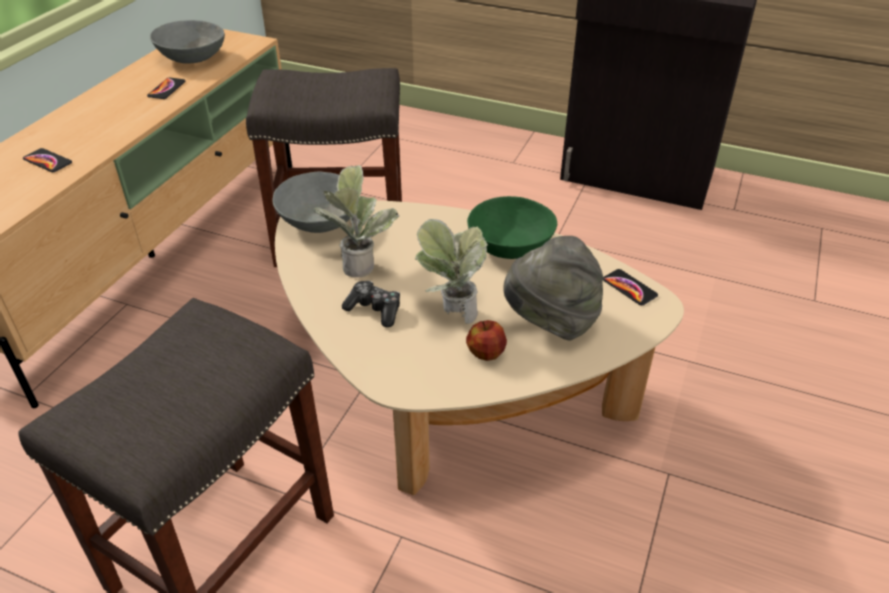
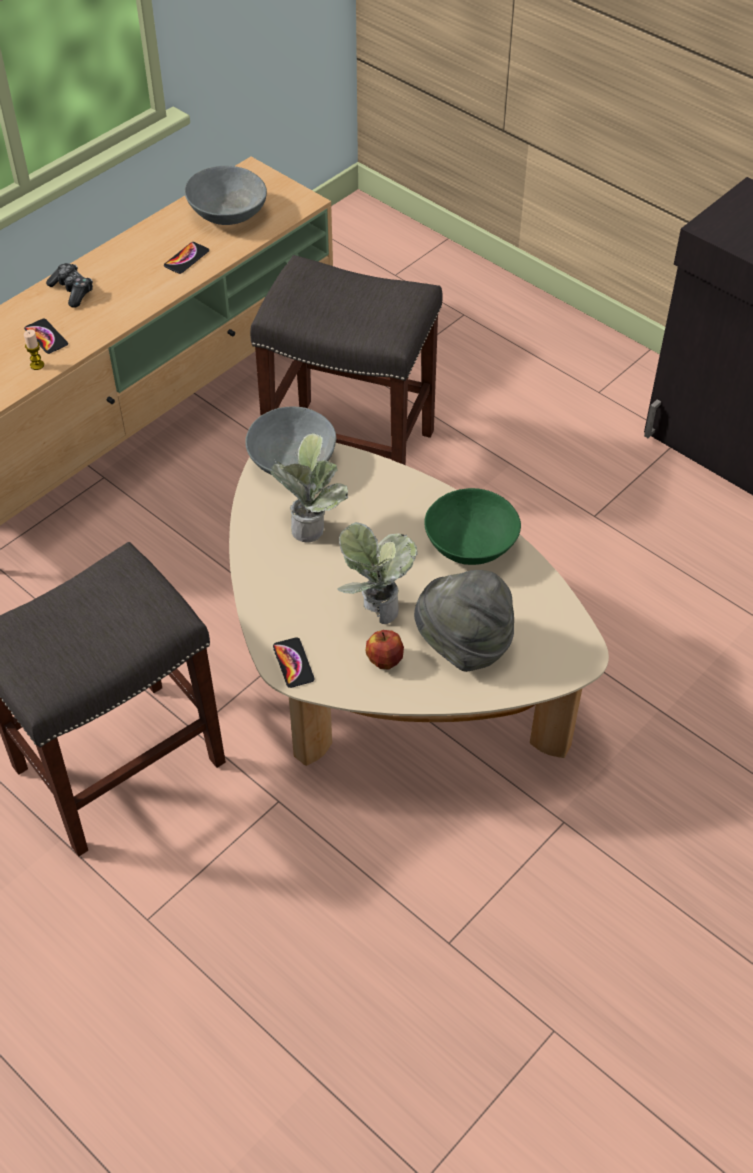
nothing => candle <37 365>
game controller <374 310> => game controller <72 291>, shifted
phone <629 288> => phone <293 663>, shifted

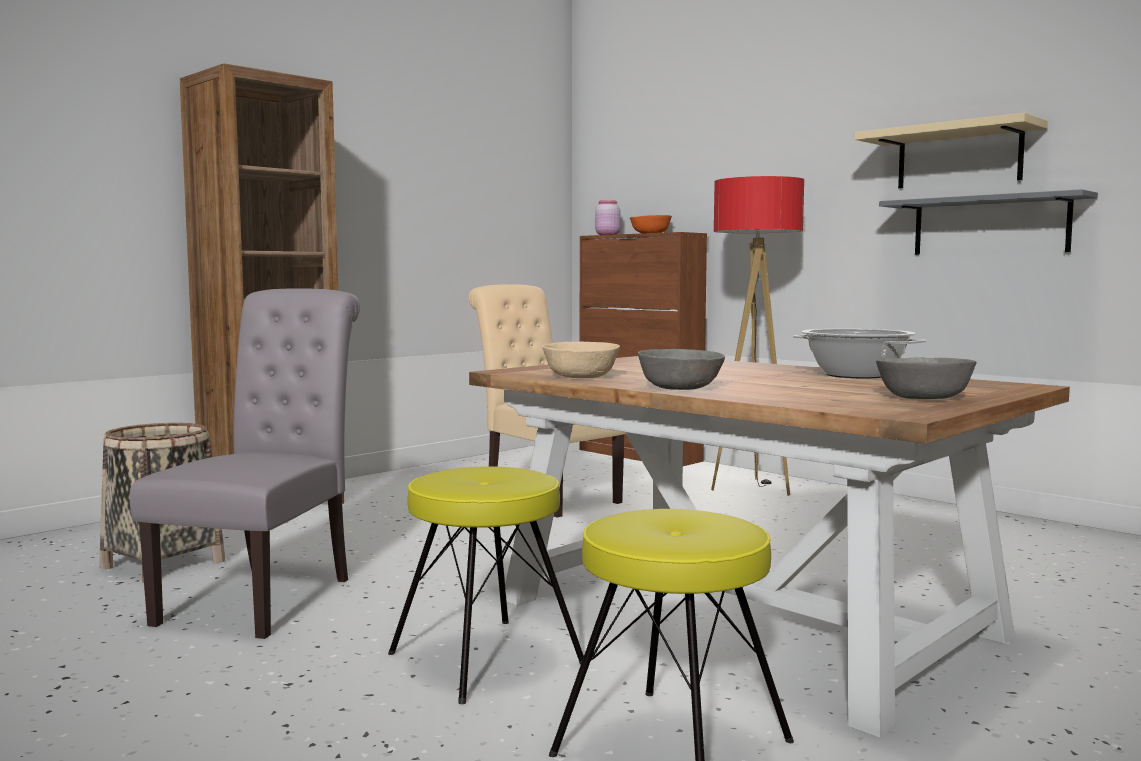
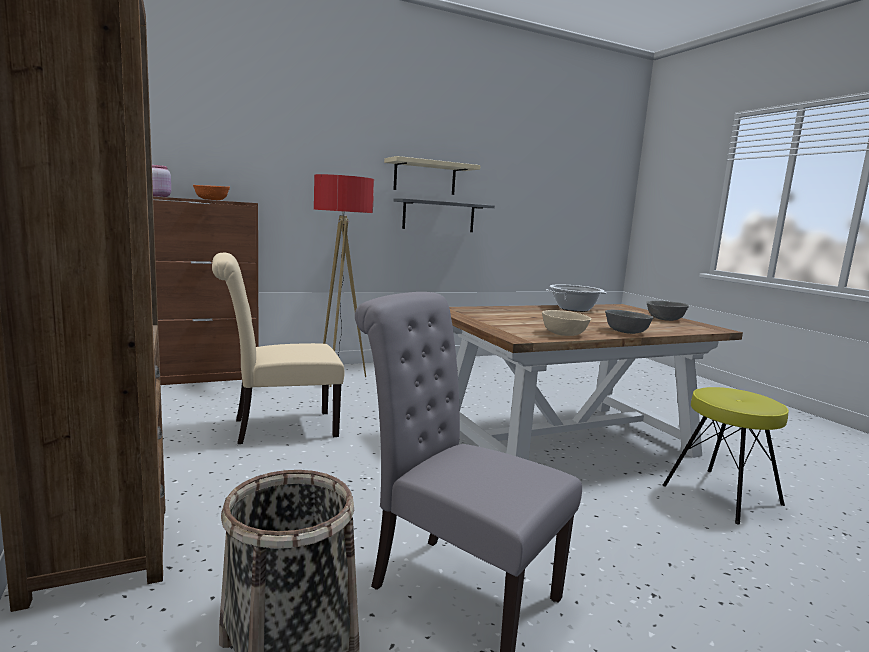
yellow stool <484 658> => nothing

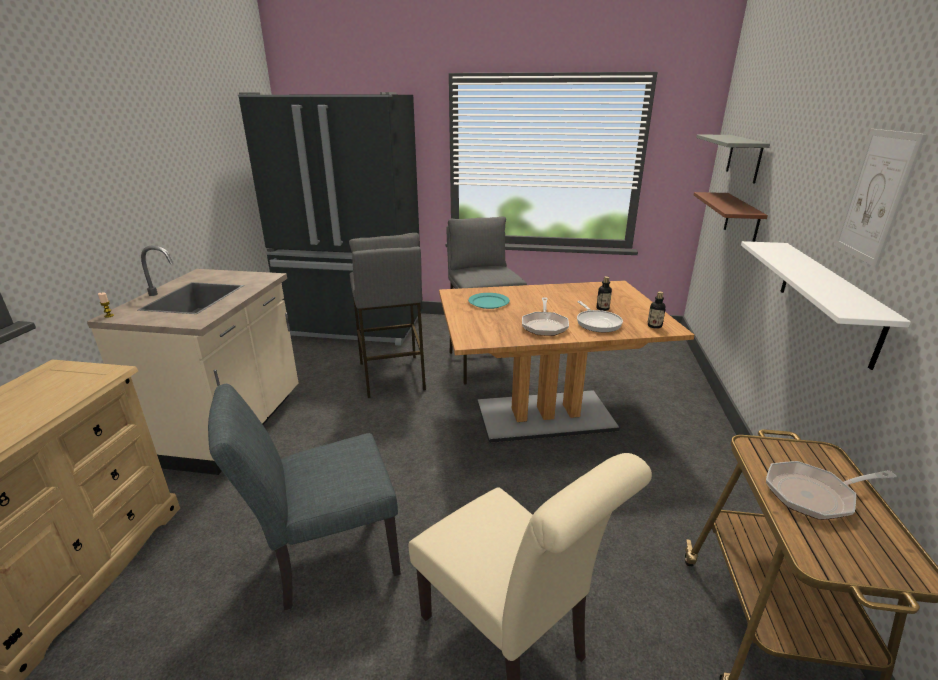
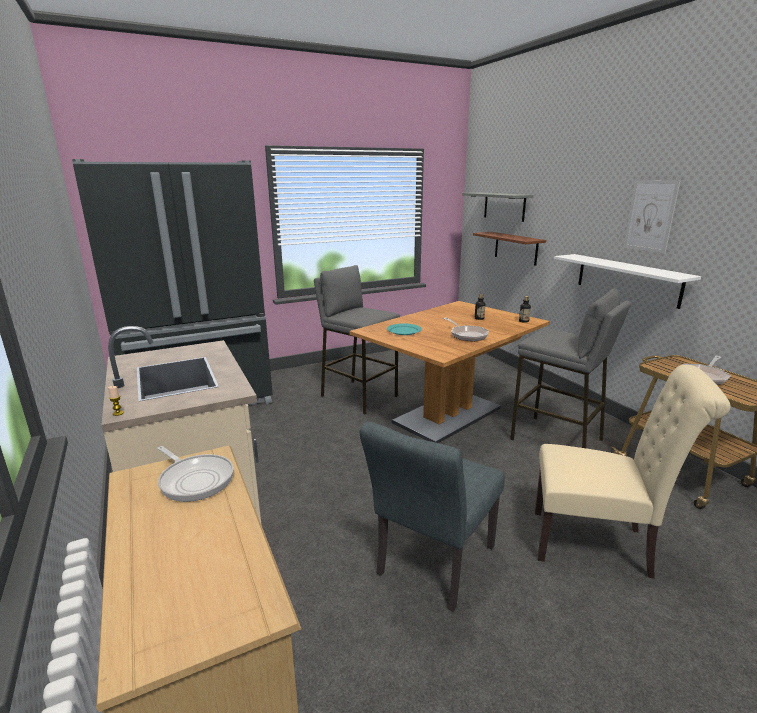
frying pan <597 323> => frying pan <195 479>, shifted
grey stool <391 376> => grey stool <557 439>, shifted

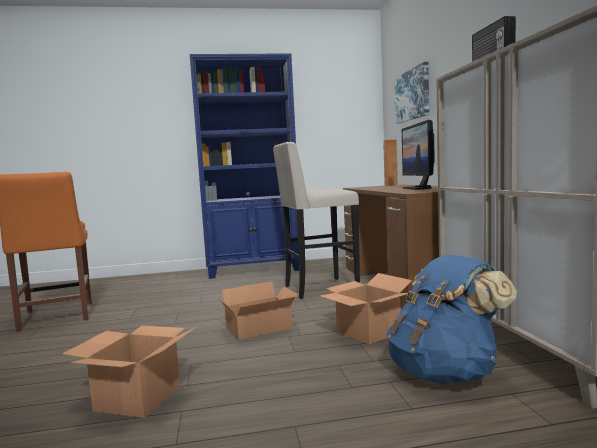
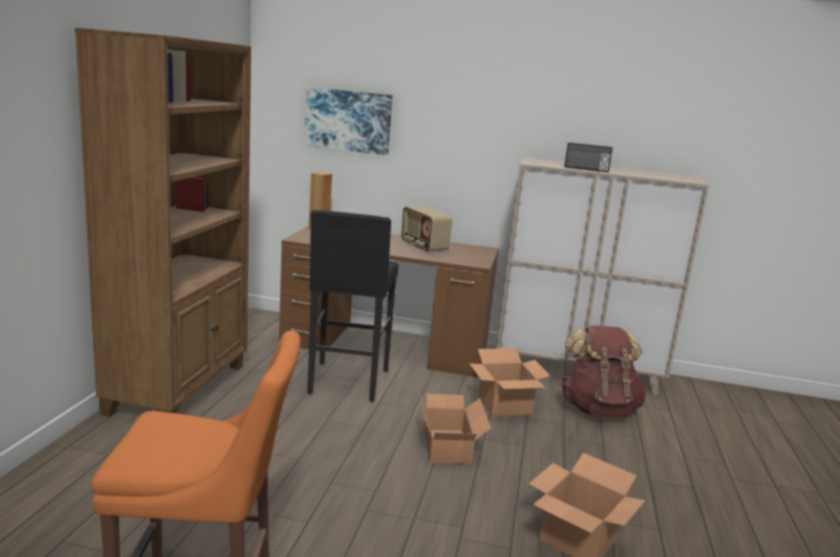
blue bookcase <254 269> => brown bookcase <180 388>
beige stool <319 289> => black stool <347 383>
monitor <419 188> => radio <423 247>
blue backpack <445 372> => brown backpack <598 409>

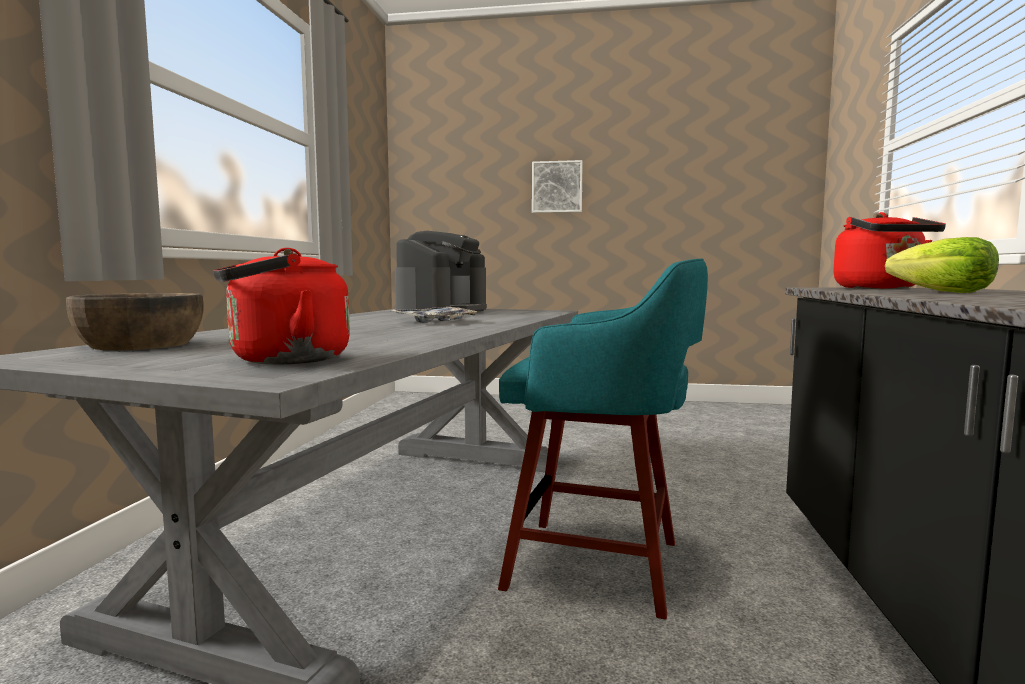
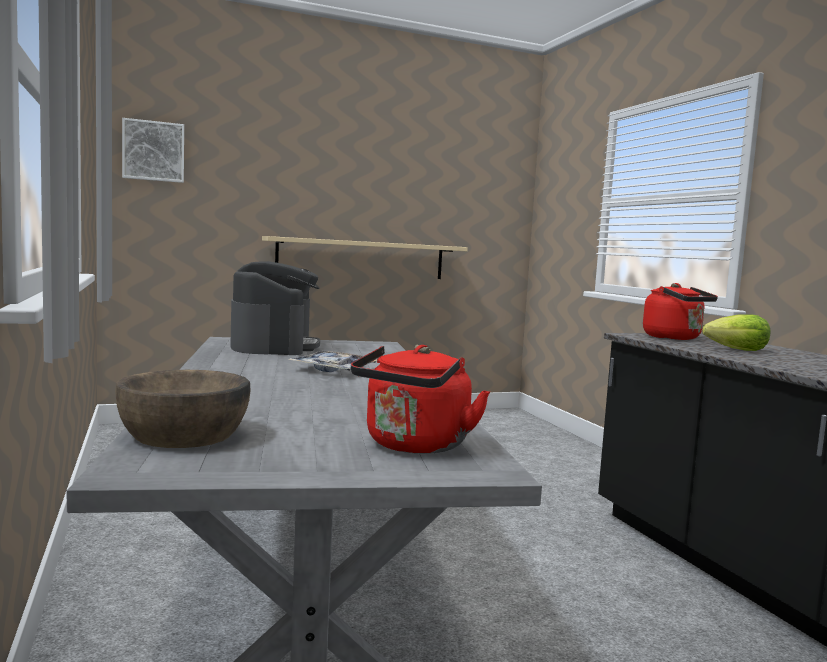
picture <557 187> => picture <153 151>, shifted
nothing => beige shelf <362 259>
turquoise stool <600 566> => nothing

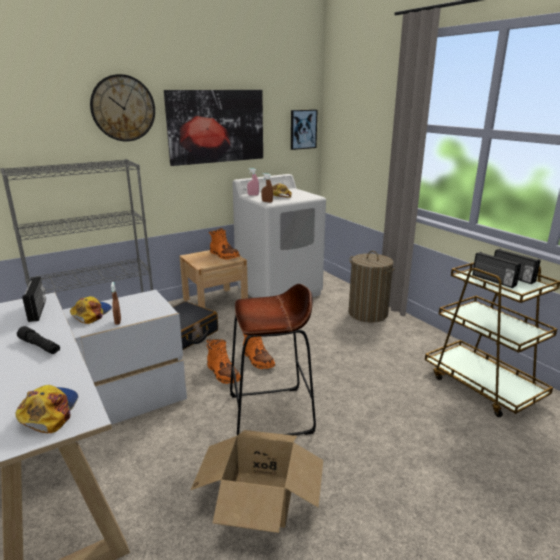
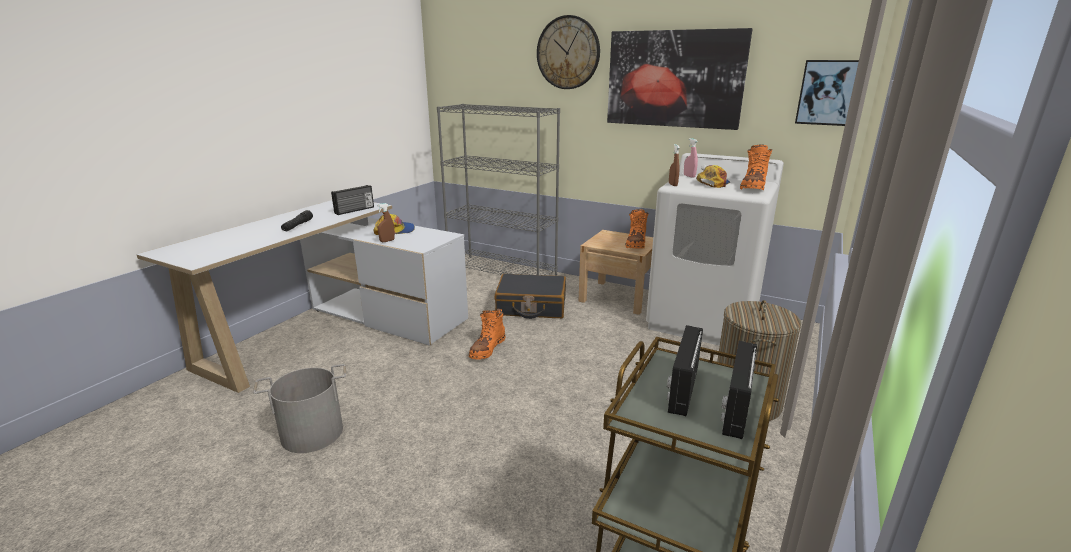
cardboard box <259 497> => grey bucket <312 432>
orange boot <257 359> => orange boot <753 187>, shifted
cap <48 412> => nothing
brown stool <271 414> => nothing

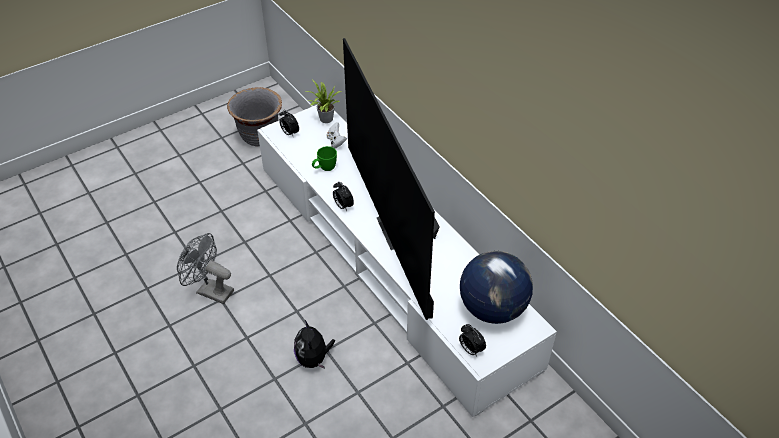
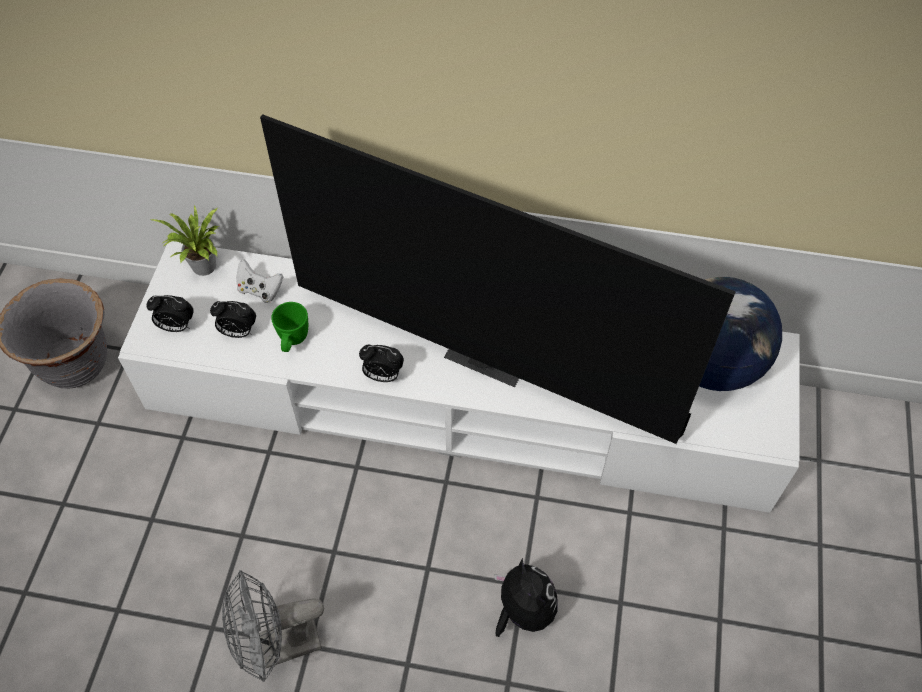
alarm clock <470 349> => alarm clock <238 332>, shifted
plush toy <313 359> => plush toy <523 611>, 150 degrees counterclockwise

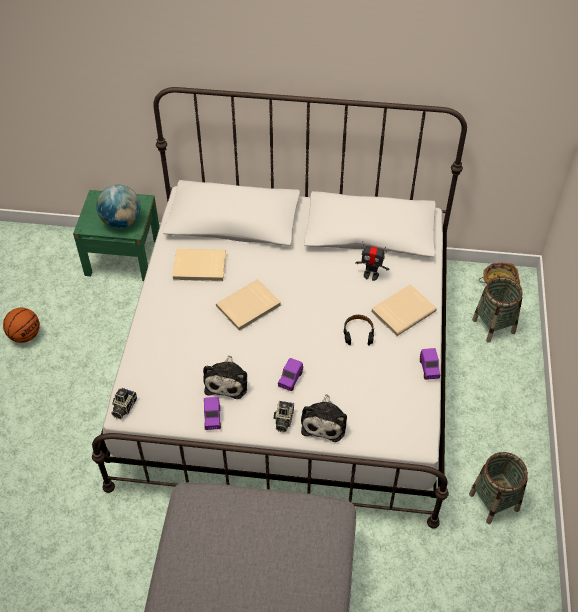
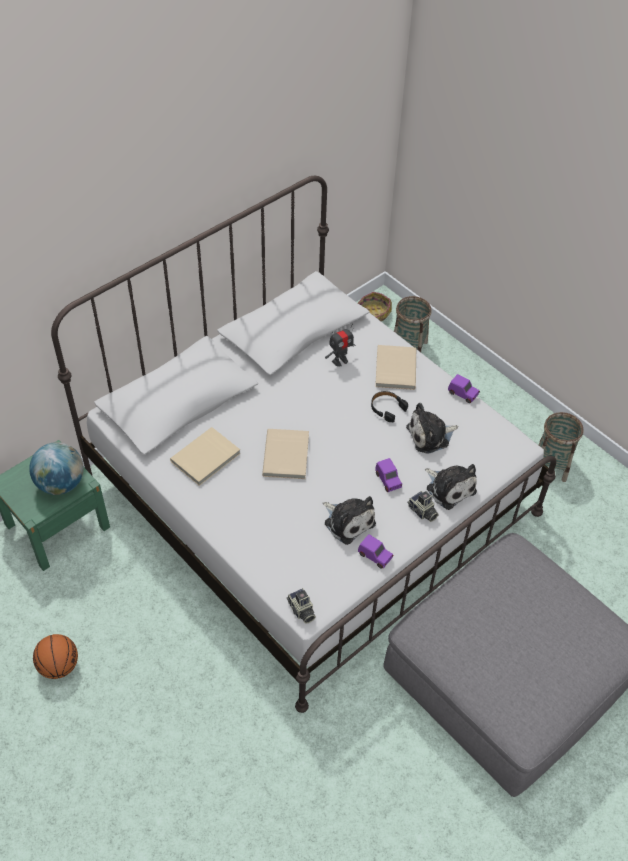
nothing => plush toy <430 436>

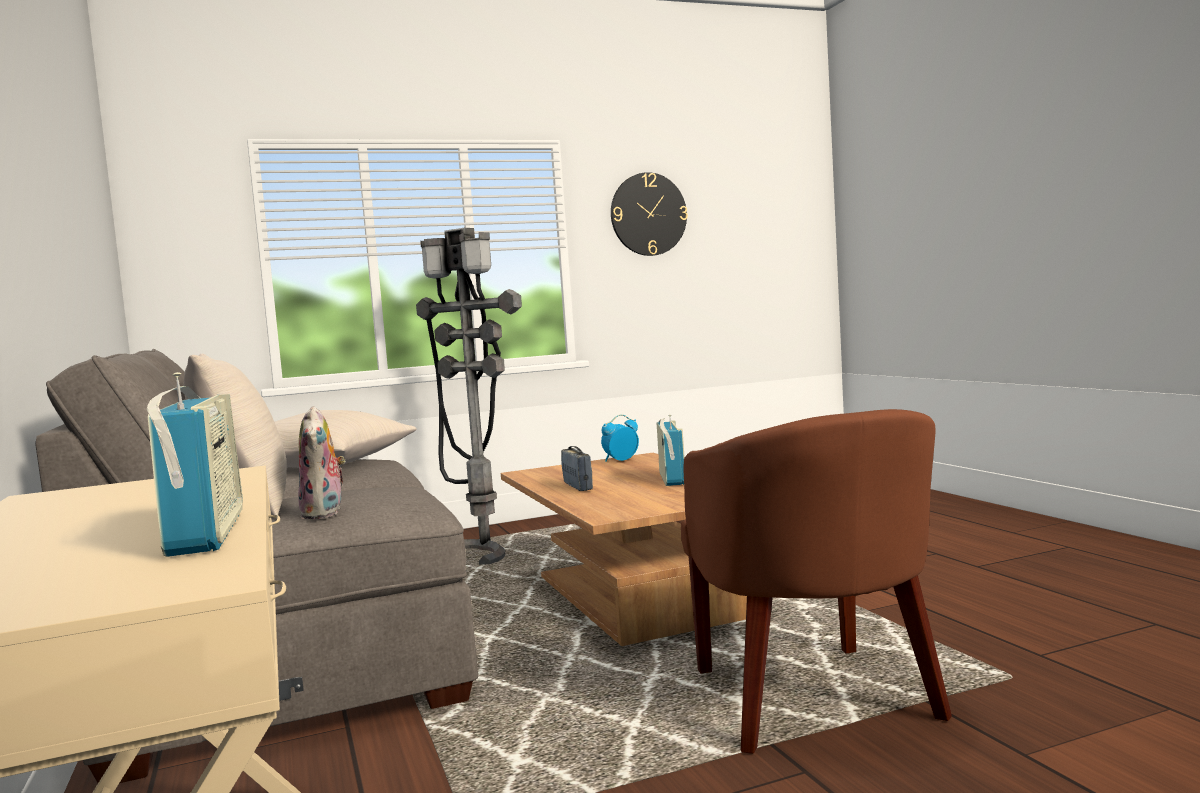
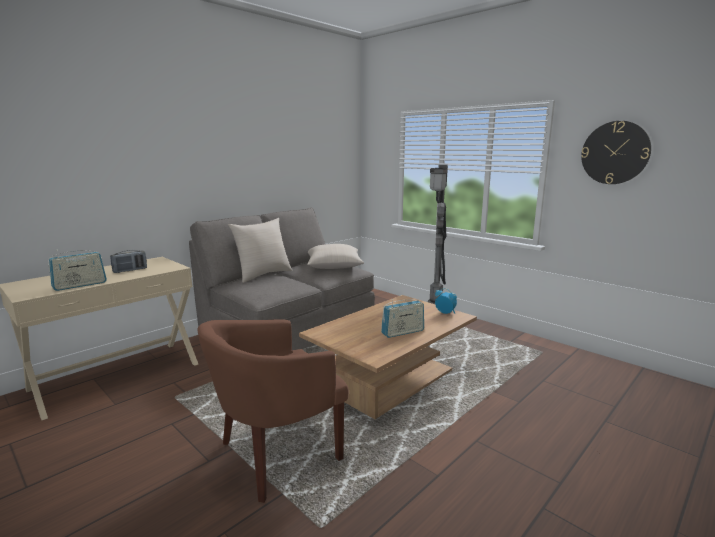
radio <578 486> => radio <130 270>, shifted
plush toy <325 513> => nothing

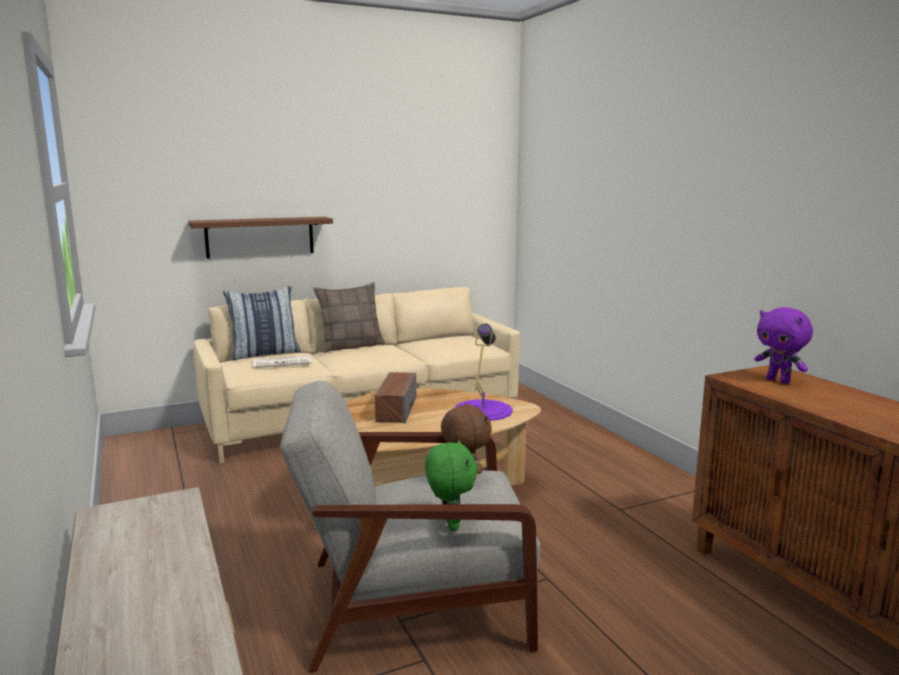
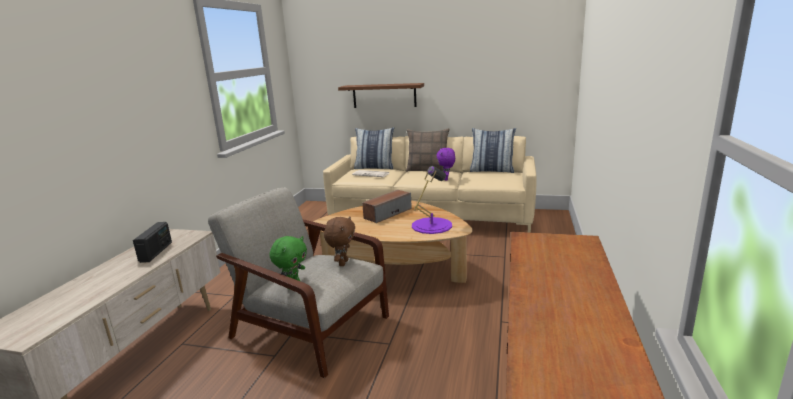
nothing => radio <156 252>
purple plush toy <779 381> => purple plush toy <446 179>, shifted
nothing => pillow <492 170>

